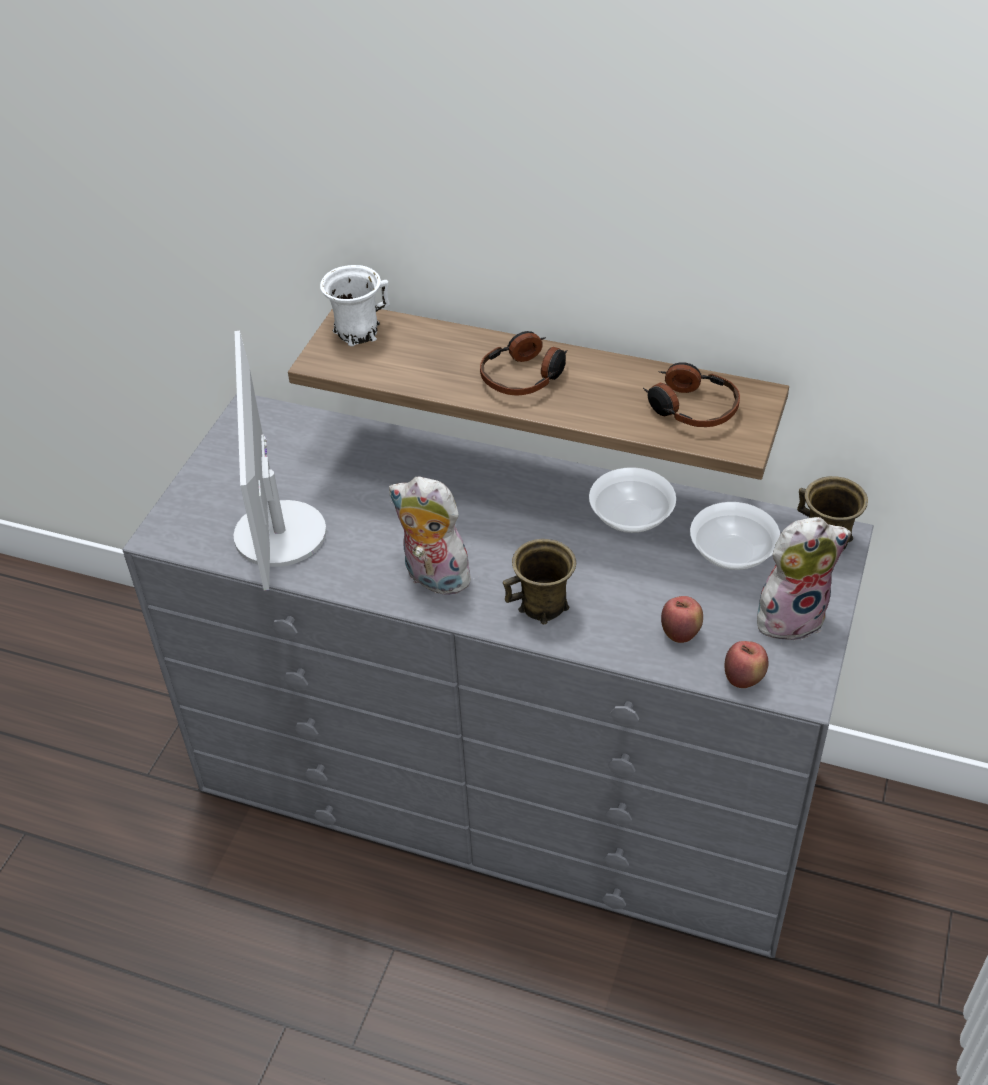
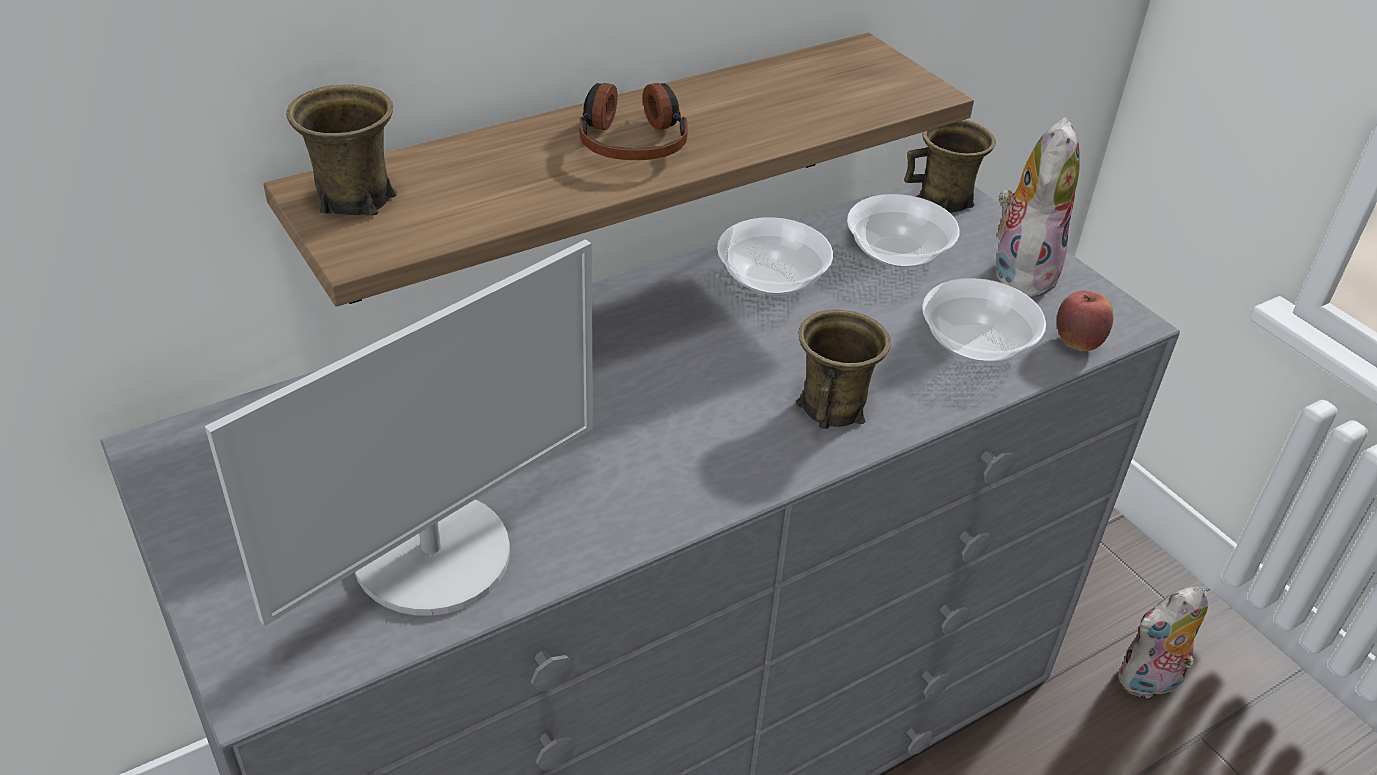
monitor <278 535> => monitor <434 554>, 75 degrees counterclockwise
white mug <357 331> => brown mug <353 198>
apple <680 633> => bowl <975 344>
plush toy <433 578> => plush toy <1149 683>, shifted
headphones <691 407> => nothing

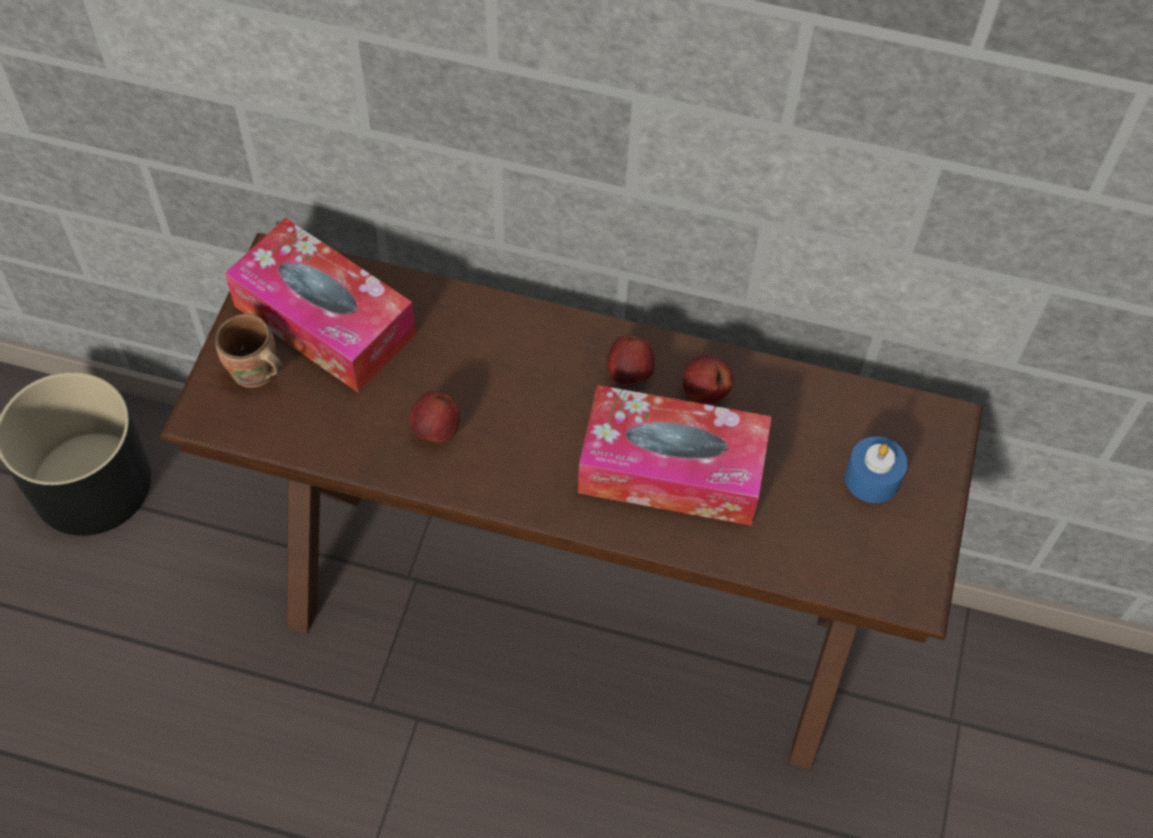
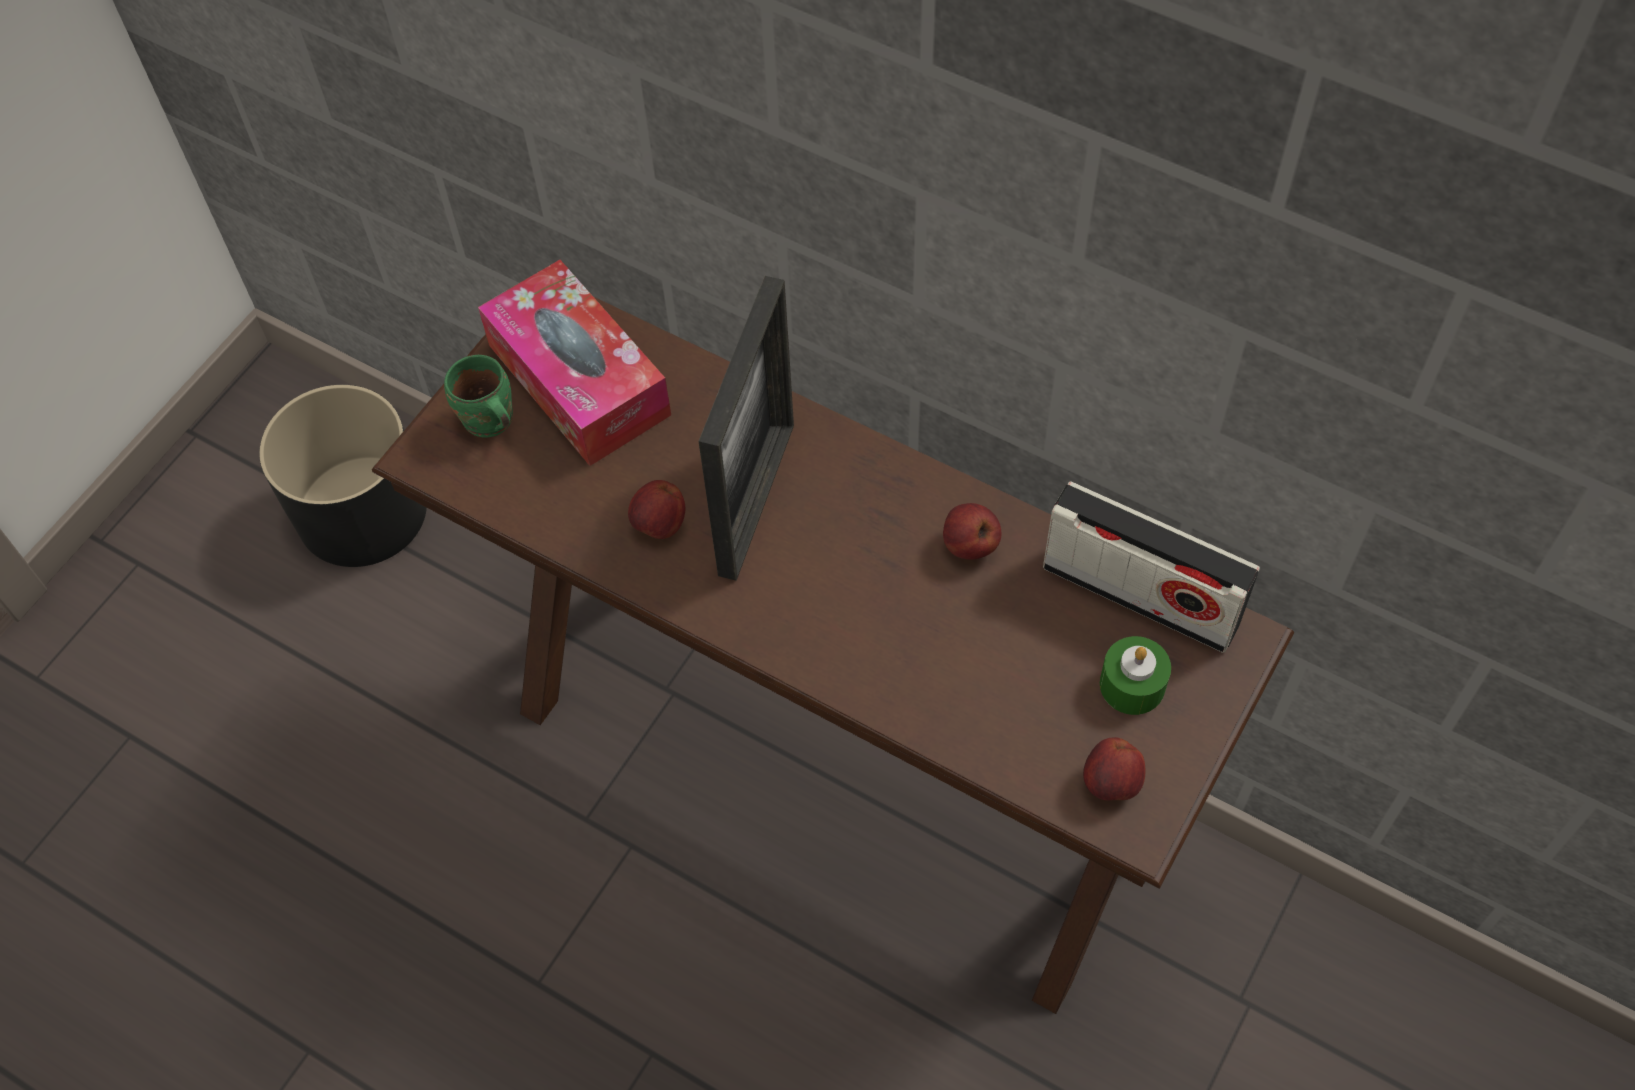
brown mug <255 374> => green mug <488 423>
nothing => picture frame <756 499>
nothing => radio <1140 595>
apple <630 374> => apple <1111 784>, shifted
blue candle <872 478> => green candle <1132 685>
tissue box <671 469> => nothing

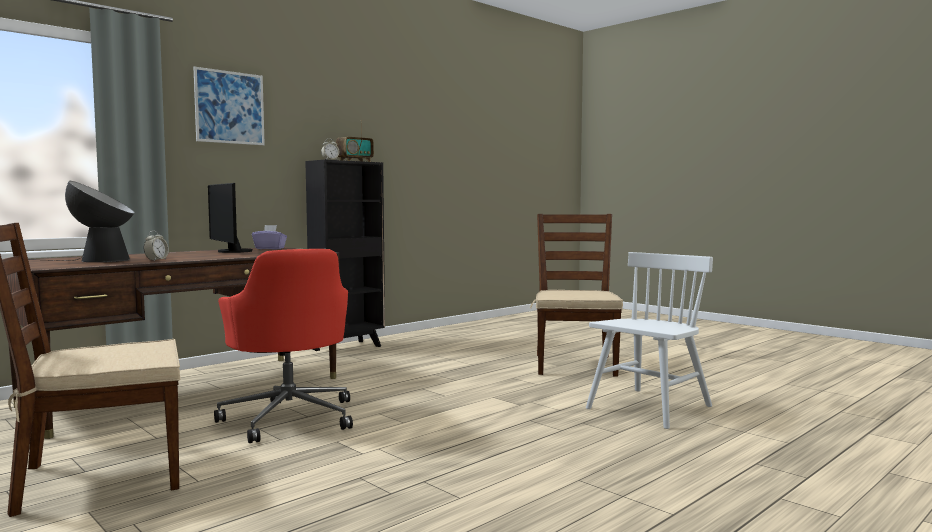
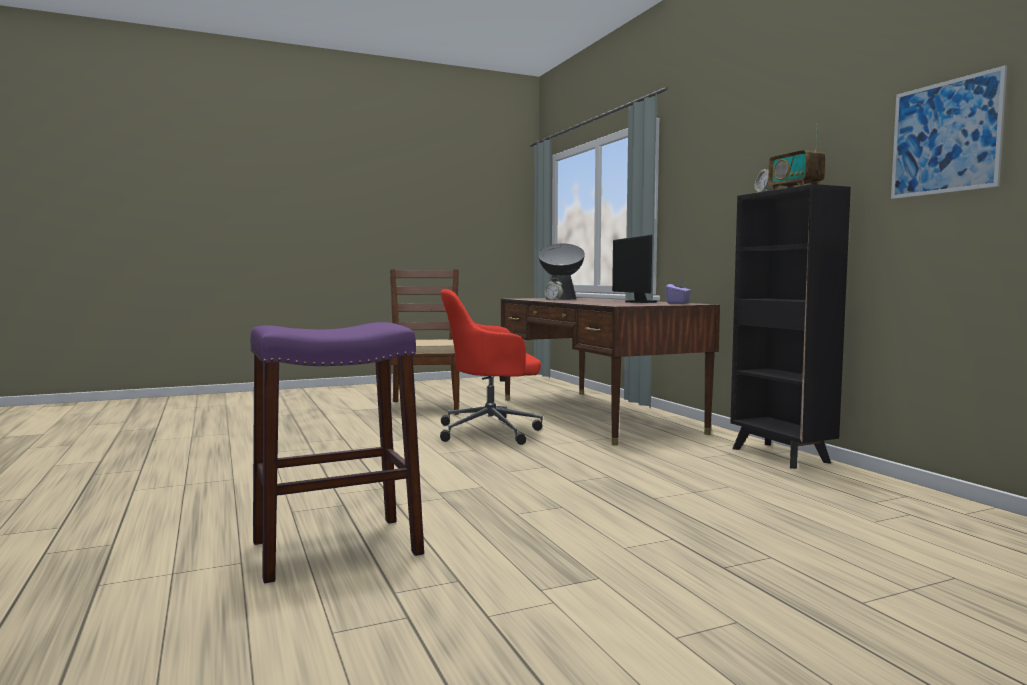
white chair <649 408> => purple stool <336 548>
monitor <231 251> => monitor <637 302>, 90 degrees counterclockwise
picture <230 107> => picture <945 137>, shifted
brown chair <574 365> => nothing

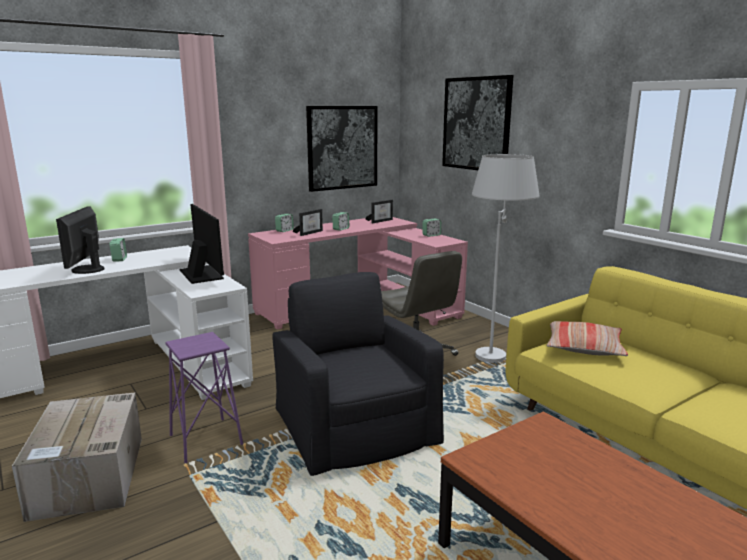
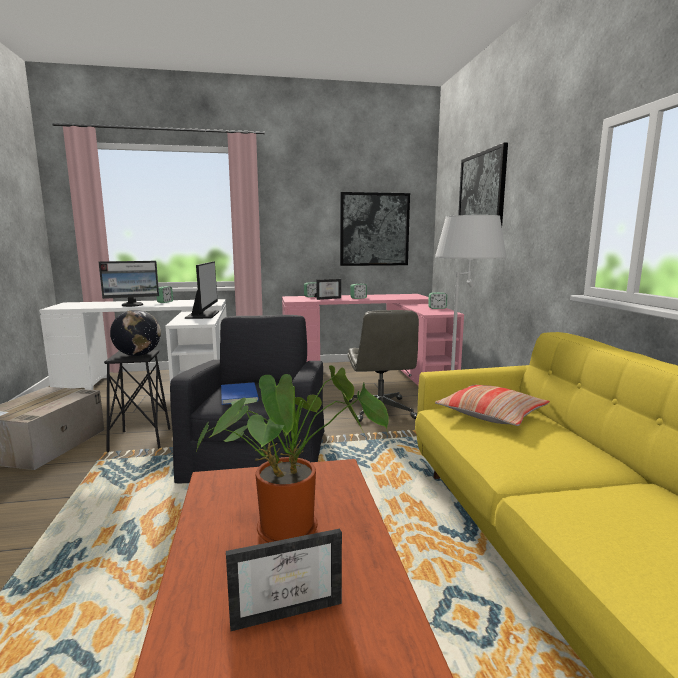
monitor <86 270> => monitor <132 305>, 135 degrees counterclockwise
purple stool <205 440> => black stool <140 440>
nothing => globe <138 355>
nothing => potted plant <293 527>
nothing => blue book <237 395>
picture frame <380 221> => picture frame <287 605>, shifted

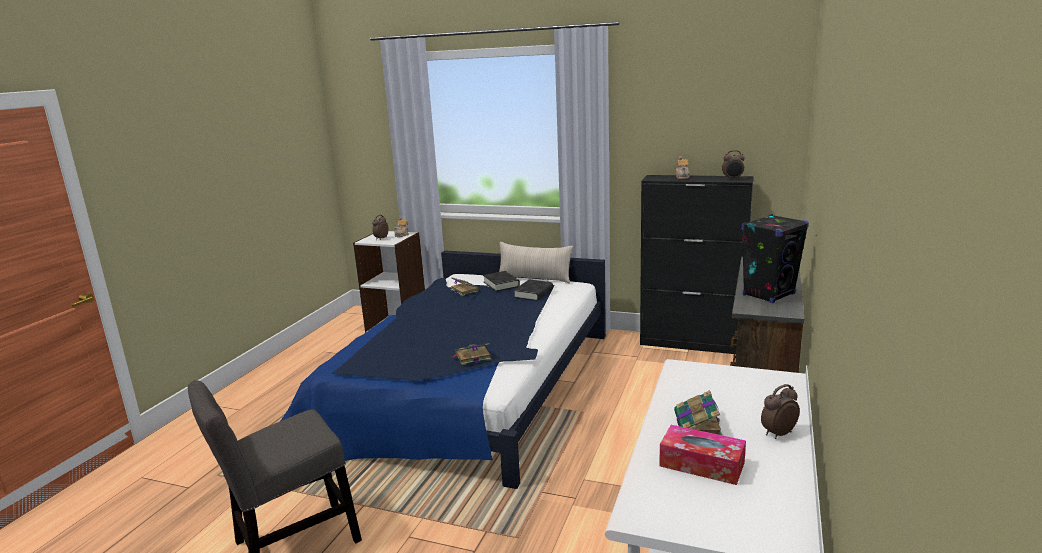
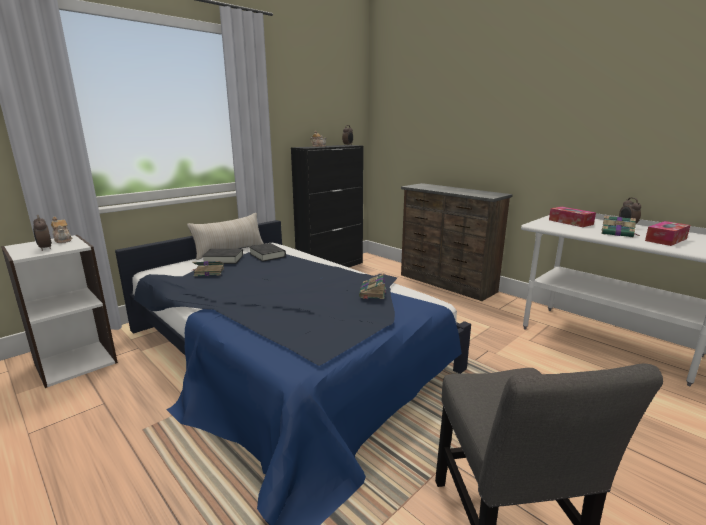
nothing => tissue box <570 222>
black speaker <769 294> => nothing

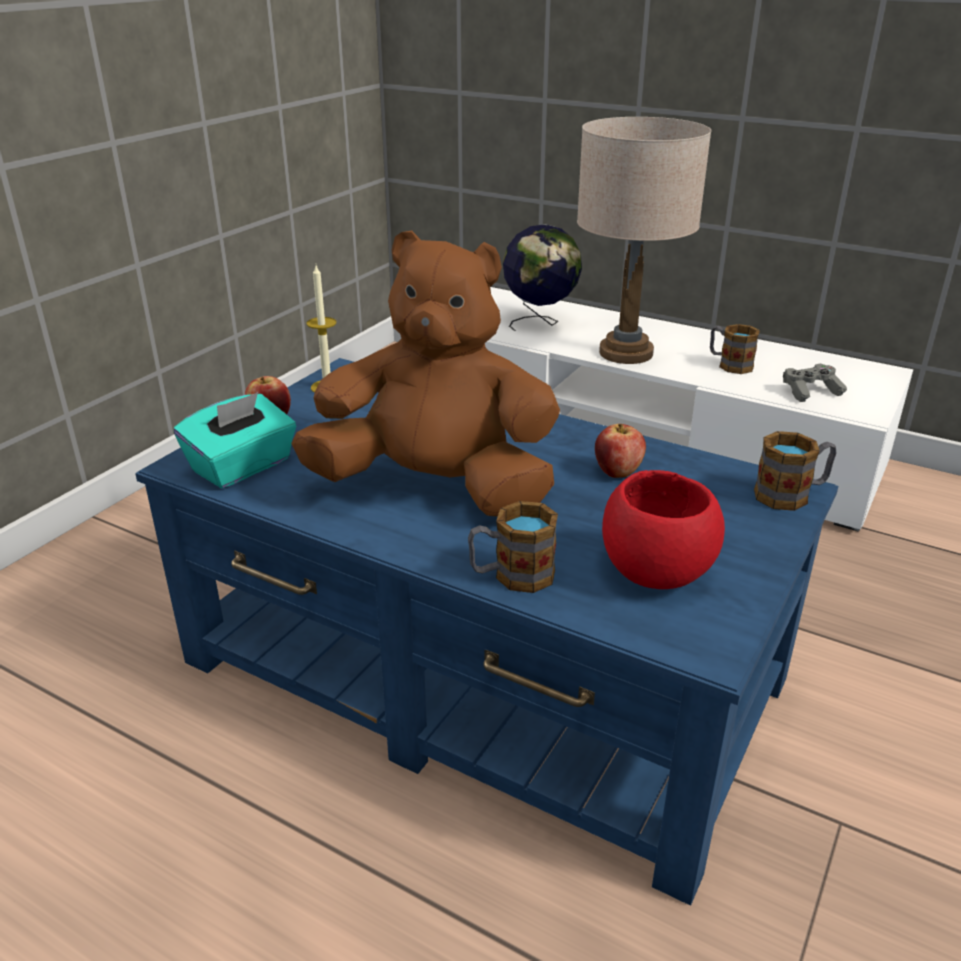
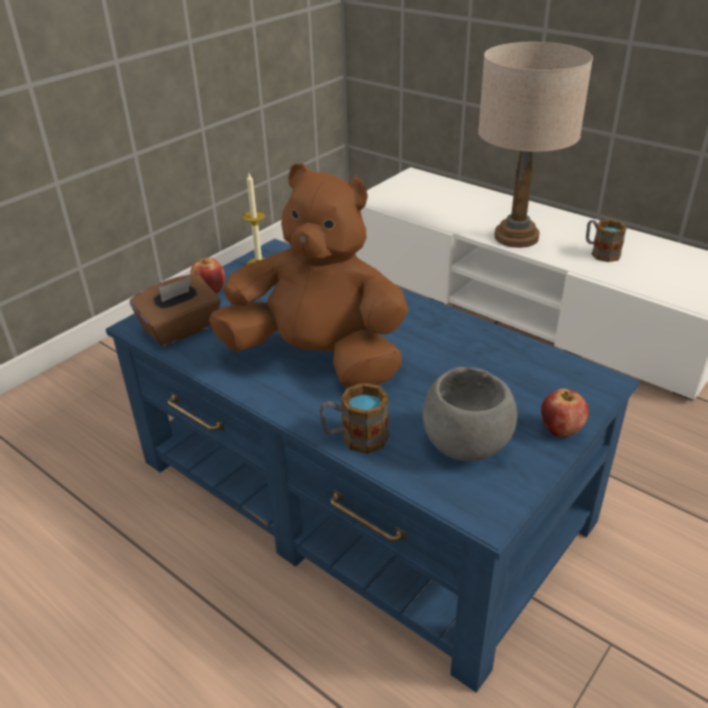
turquoise tissue box <243 467> => brown tissue box <181 329>
red bowl <656 573> => grey bowl <465 445>
apple <617 472> => apple <560 430>, shifted
globe <540 323> => nothing
mug <791 494> => nothing
grey game controller <811 392> => nothing

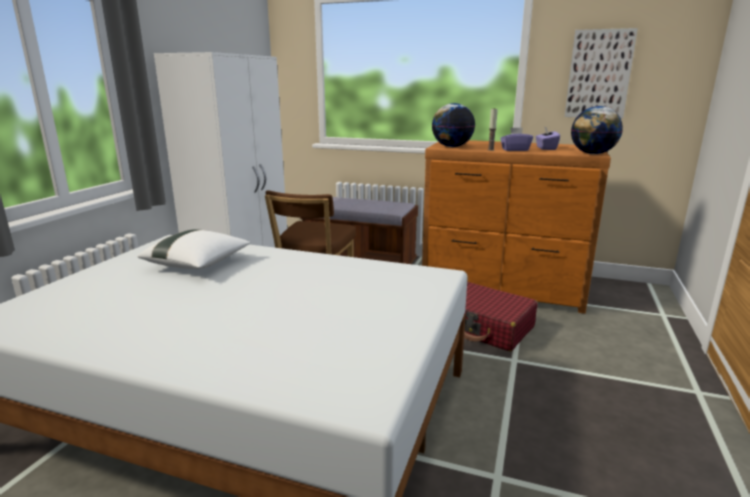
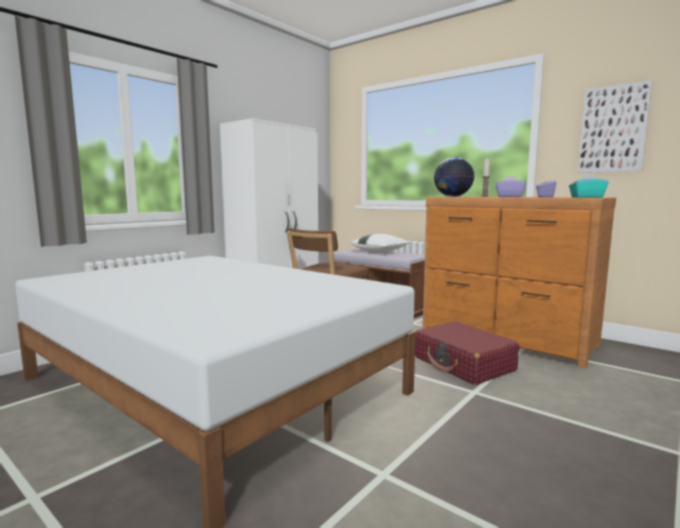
white pillow <198 264> => white pillow <380 252>, shifted
globe <592 154> => turquoise tissue box <586 197>

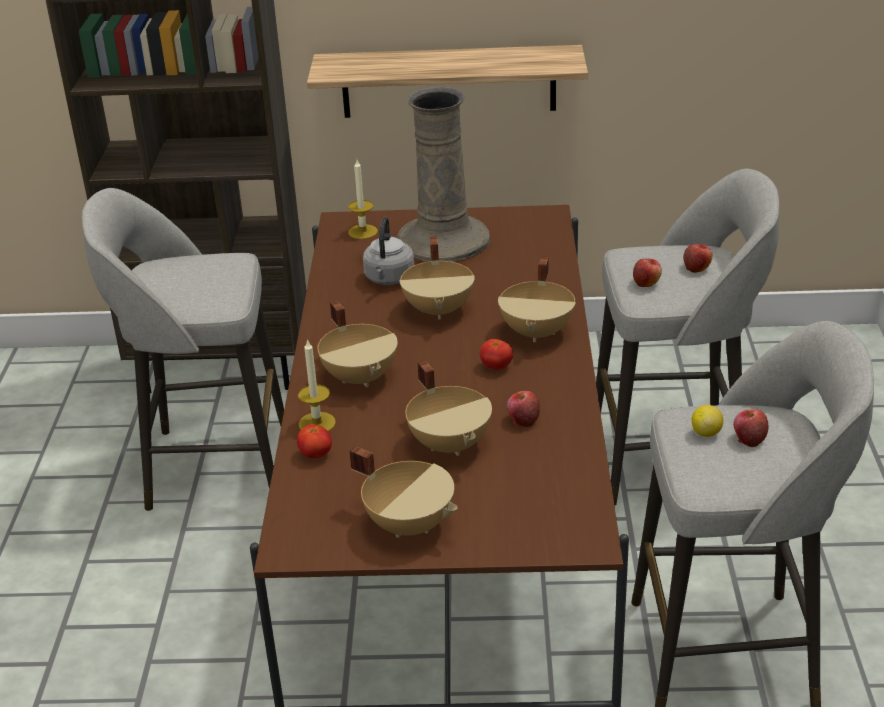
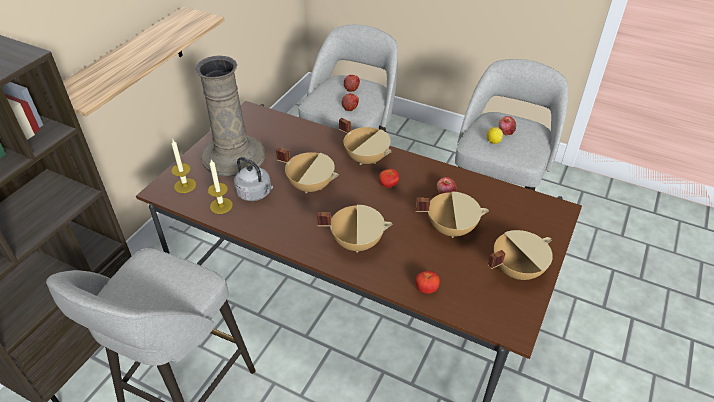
candle <317 423> => candle <221 205>, shifted

